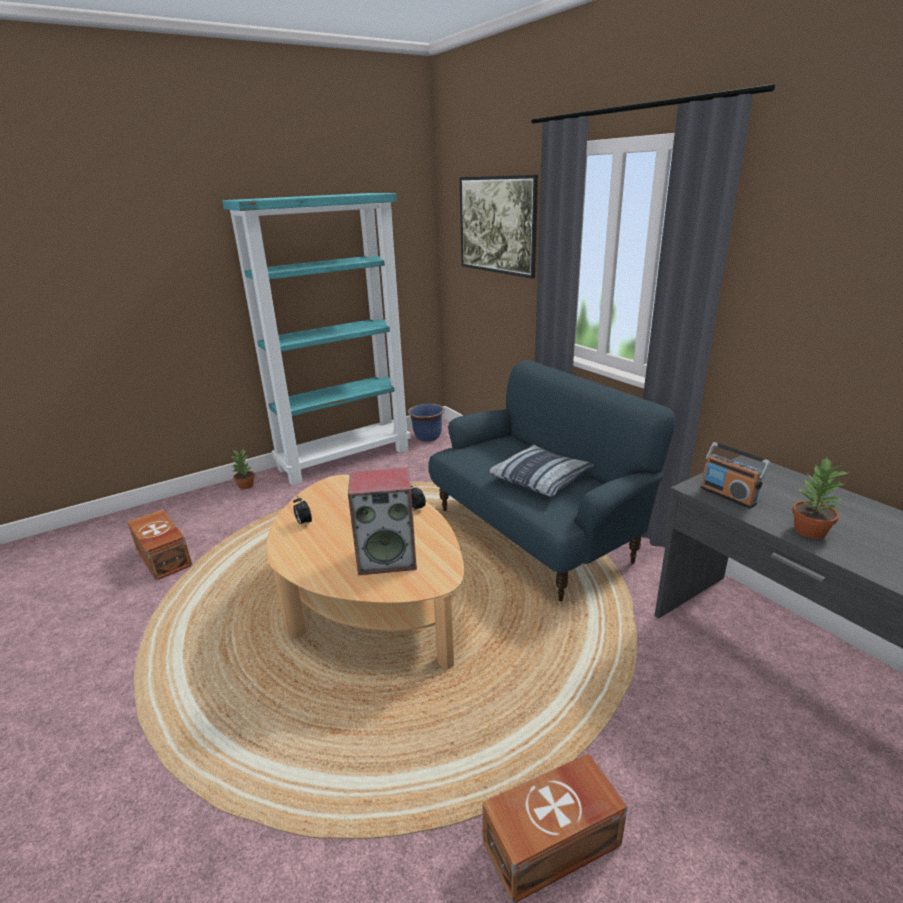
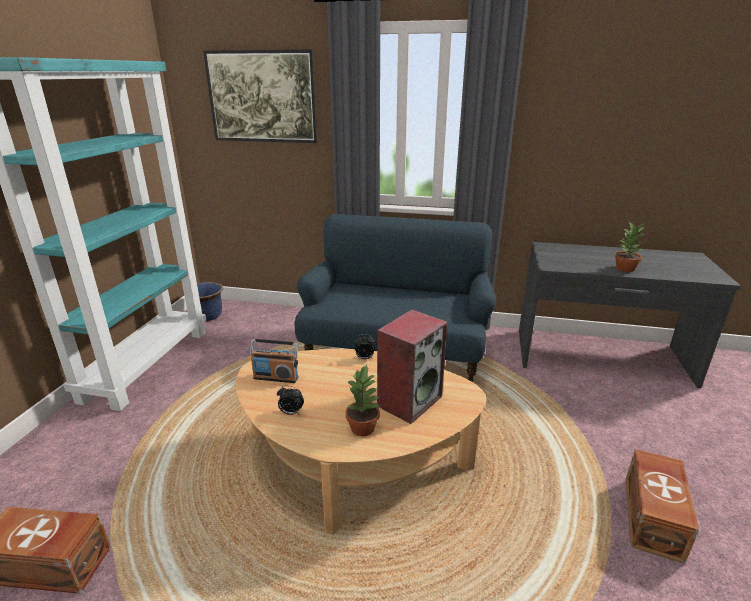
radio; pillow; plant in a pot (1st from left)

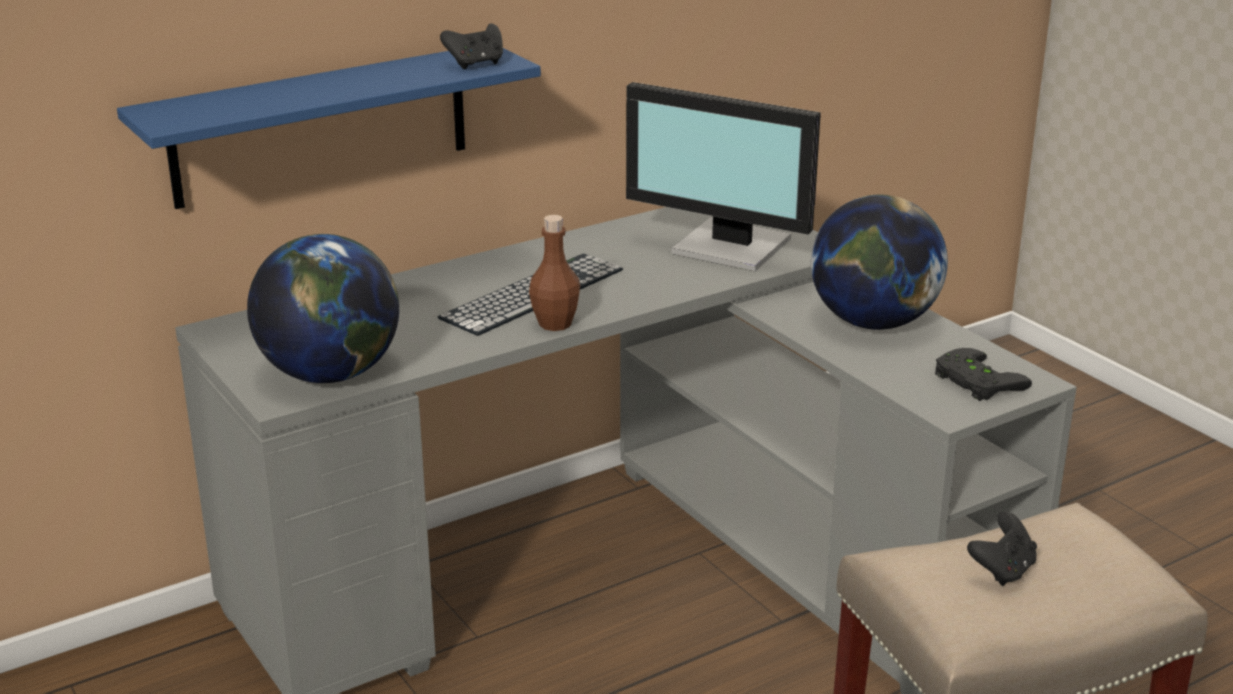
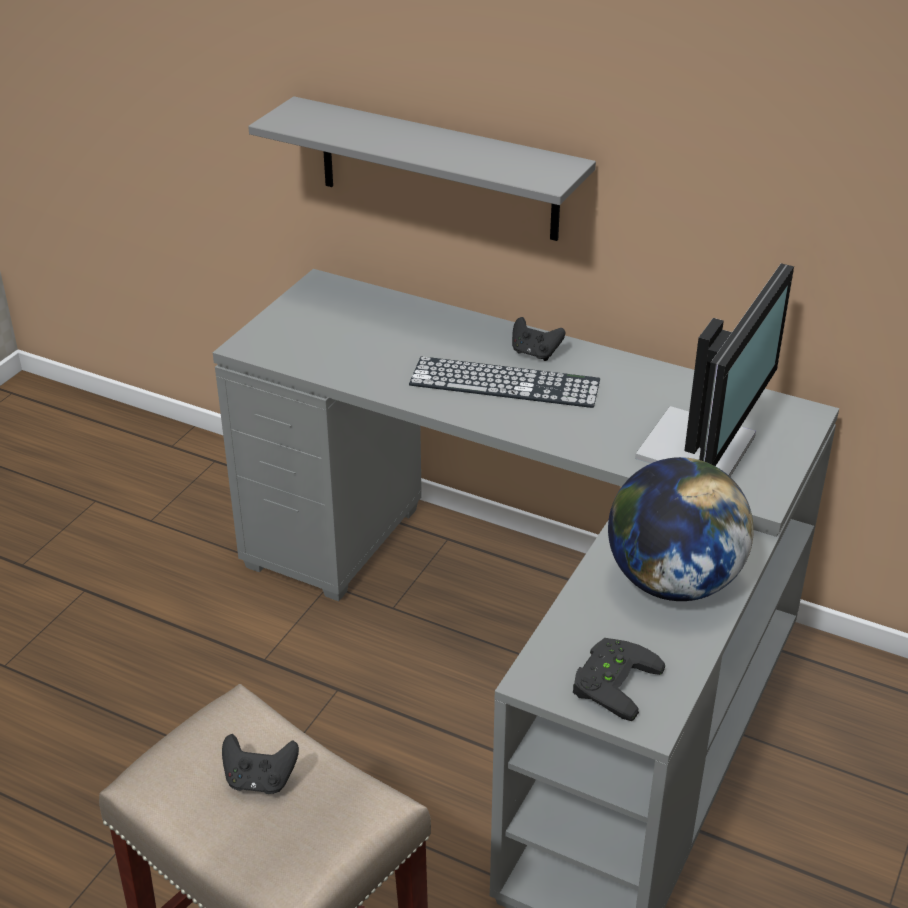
blackish gamepad (2nd from left); gray wall shelf; monitor; brownish bottle; globe (1st from left in the first image)

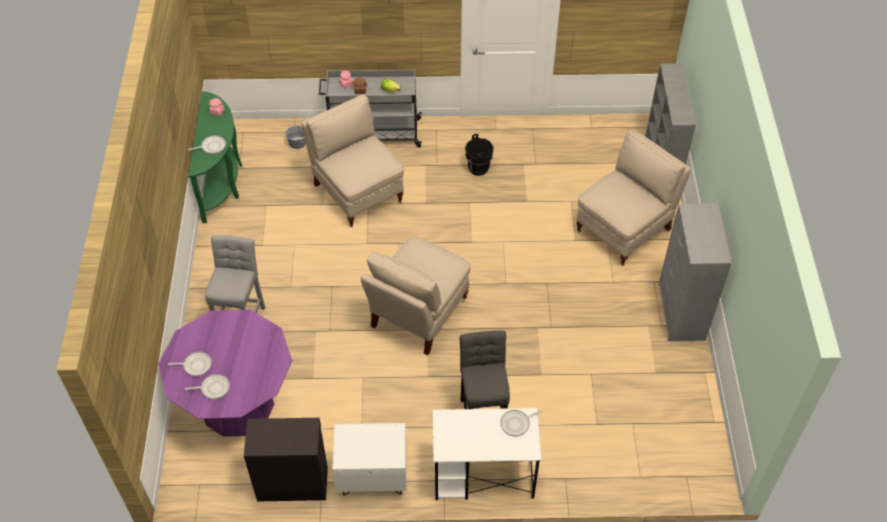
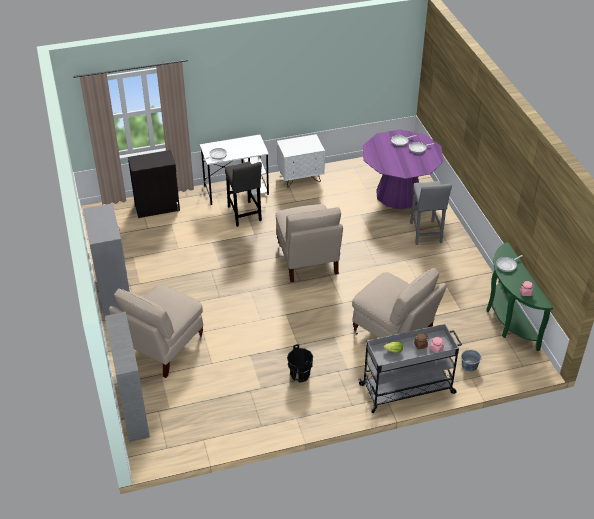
sand-coloured upright chair (2nd from left); blackish cupboard

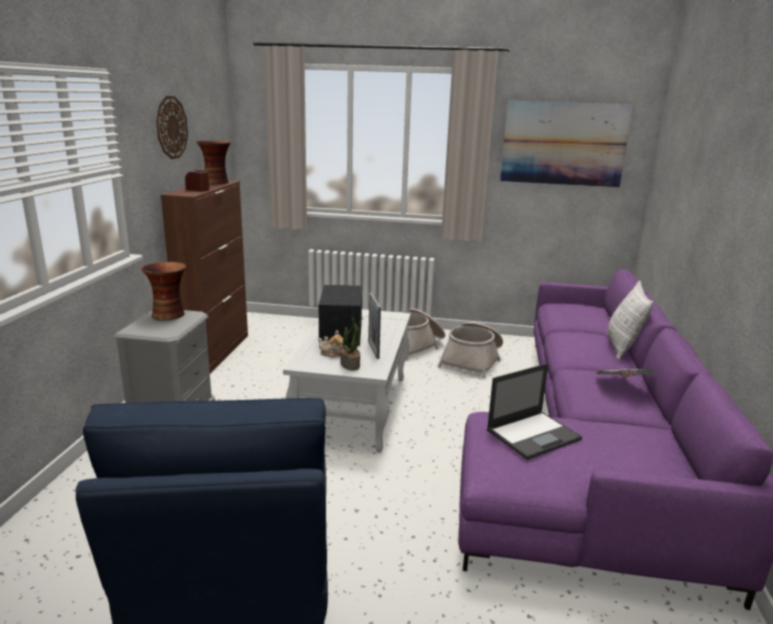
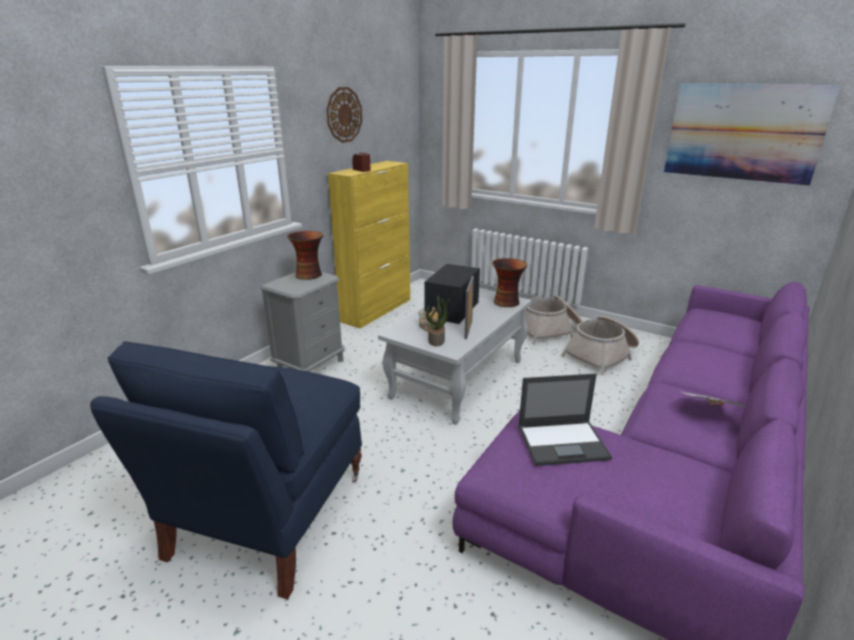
flower vase (2nd from left); yellowish cupboard; pillow

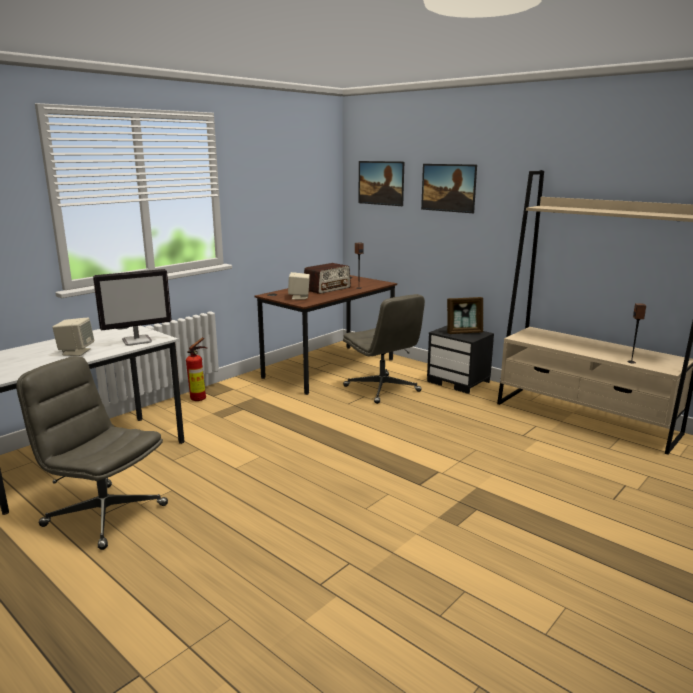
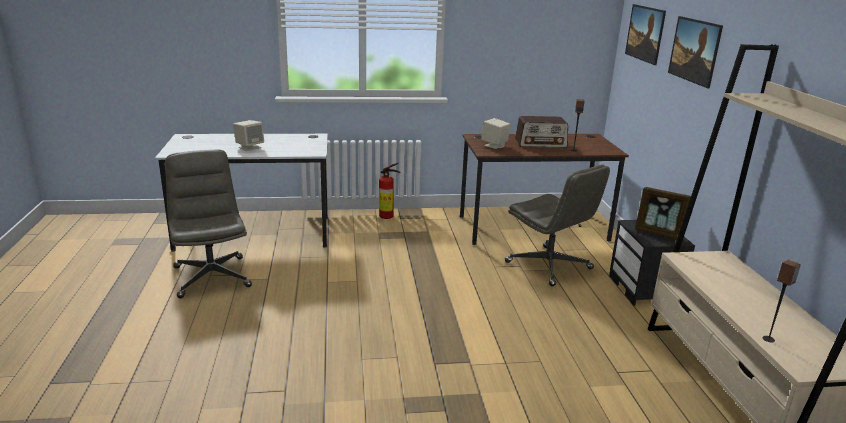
monitor; gray office chair (2nd from left)

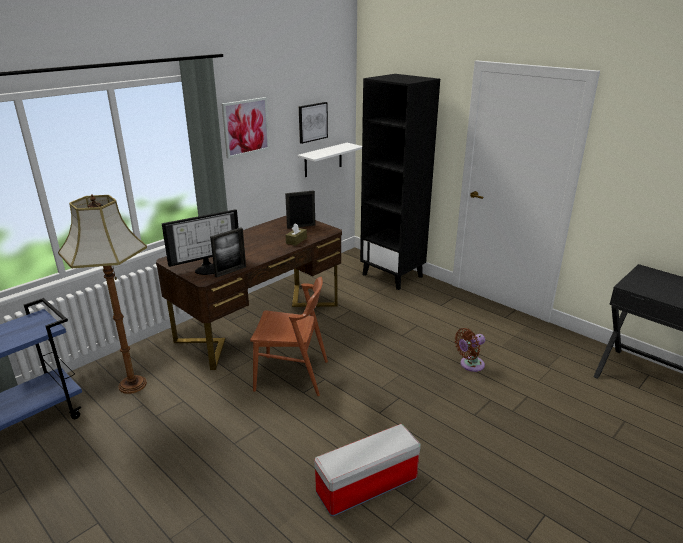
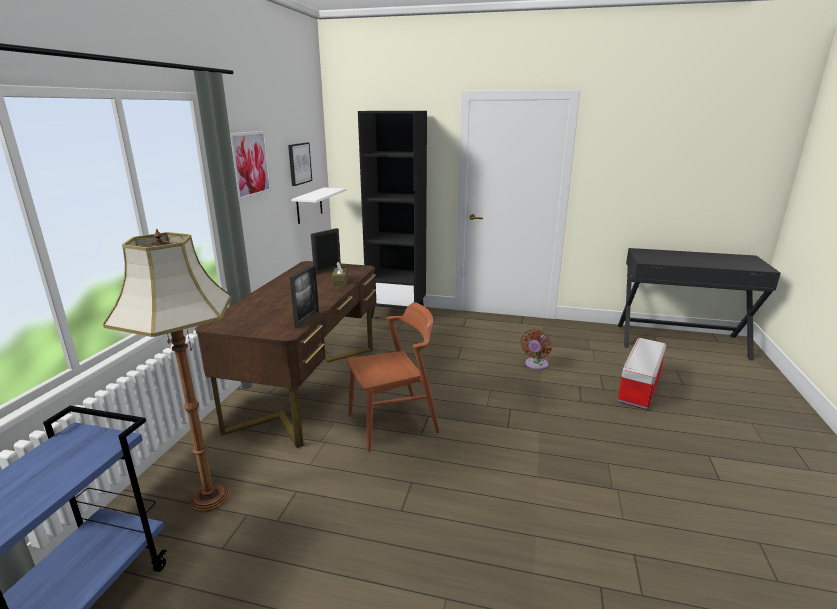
monitor; storage bin

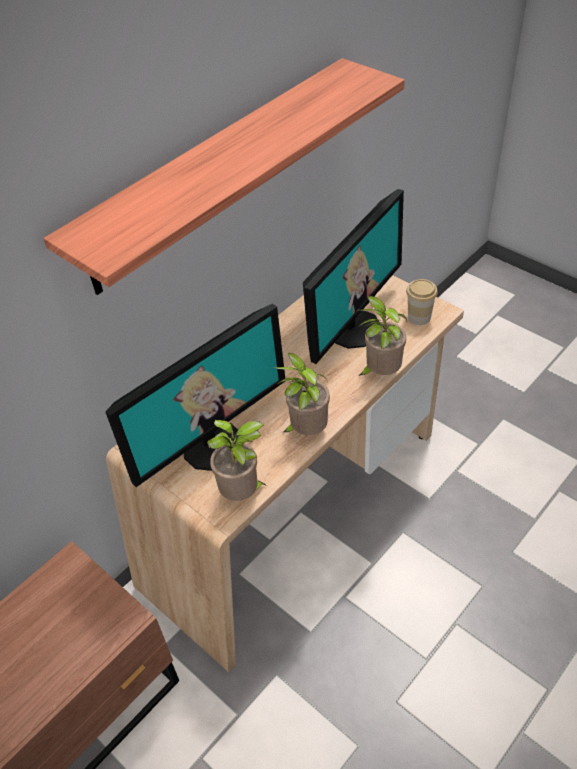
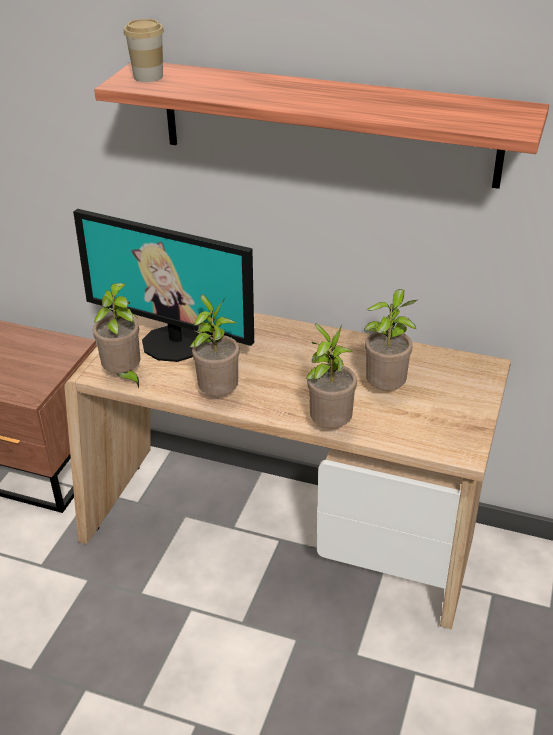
plant in a pot (4th from left); drinking cup

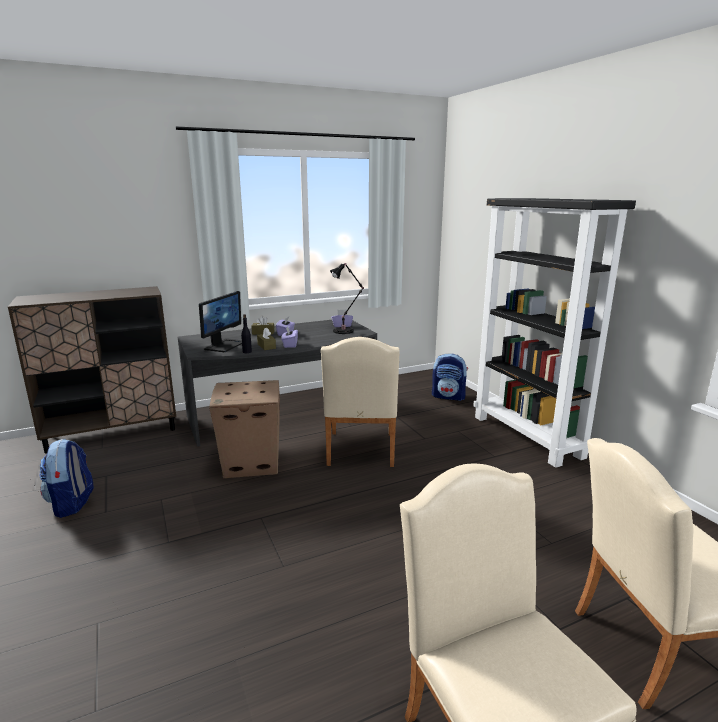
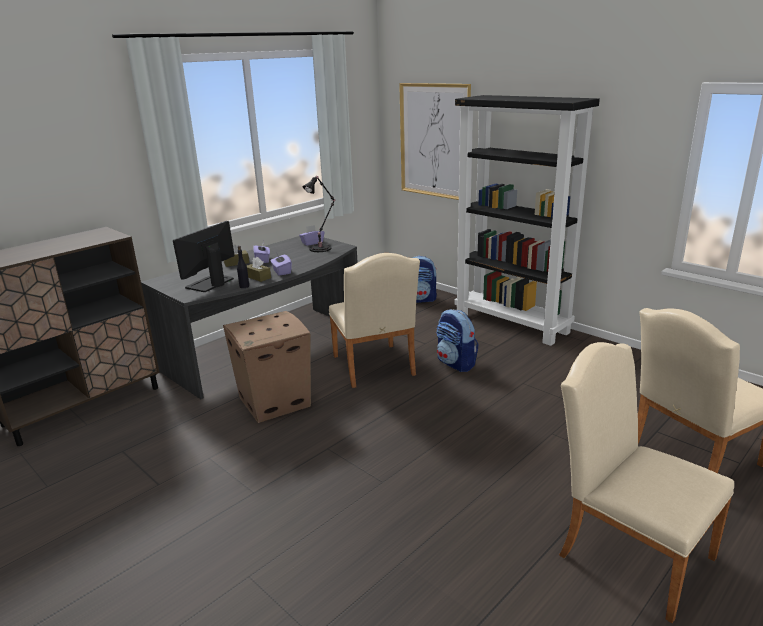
monitor; knapsack (2nd from left); picture

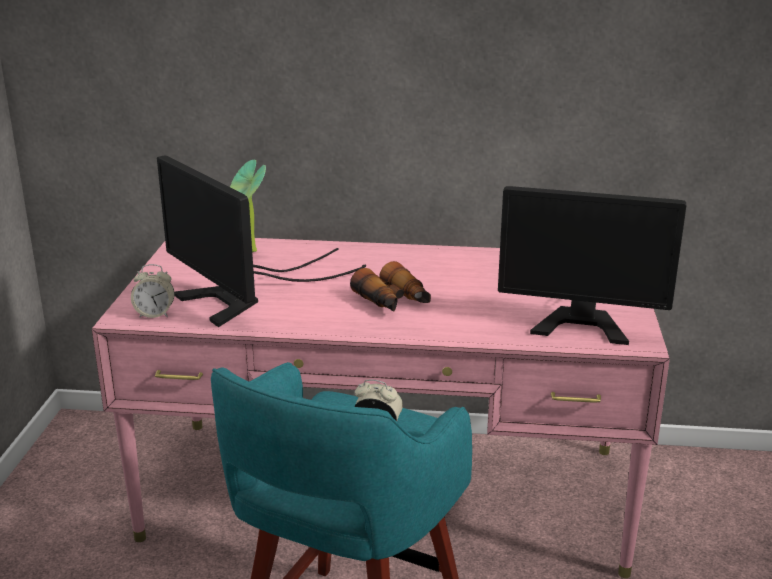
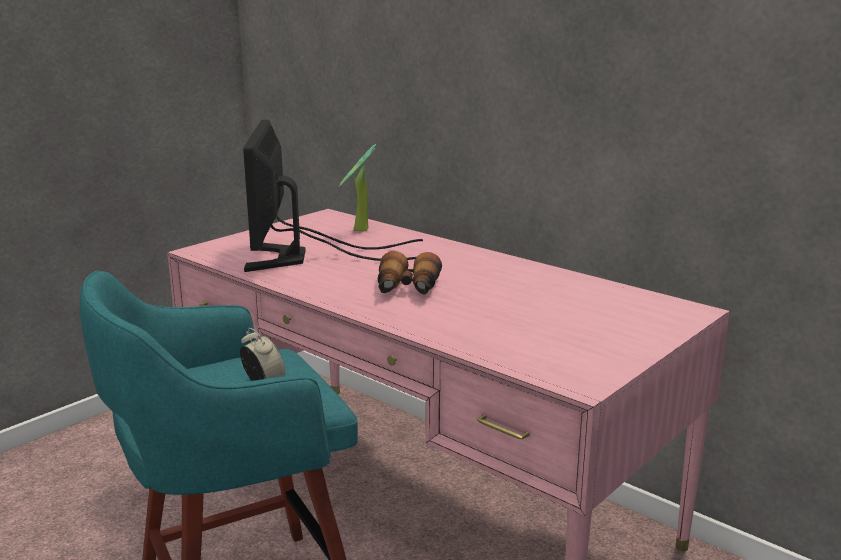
monitor (2nd from left in the first image); table clock (1st from left in the first image)

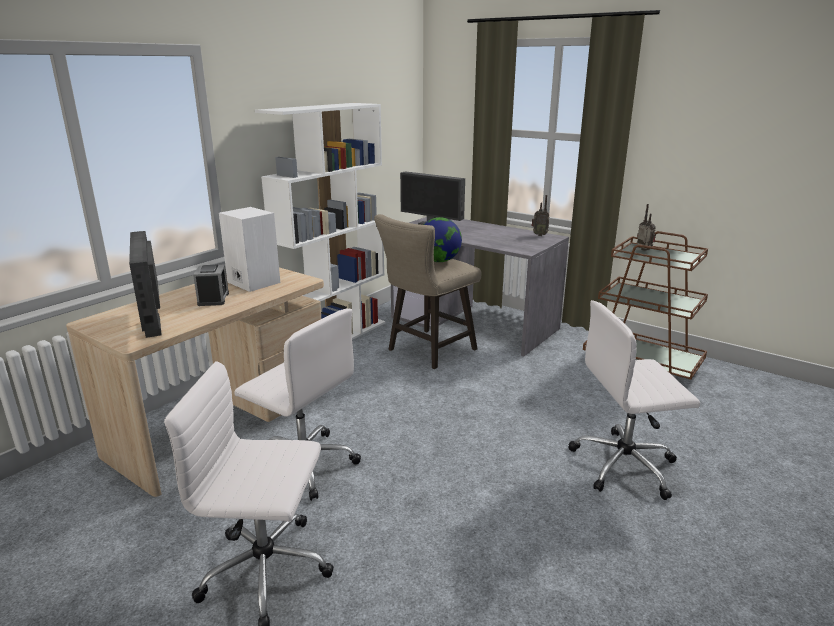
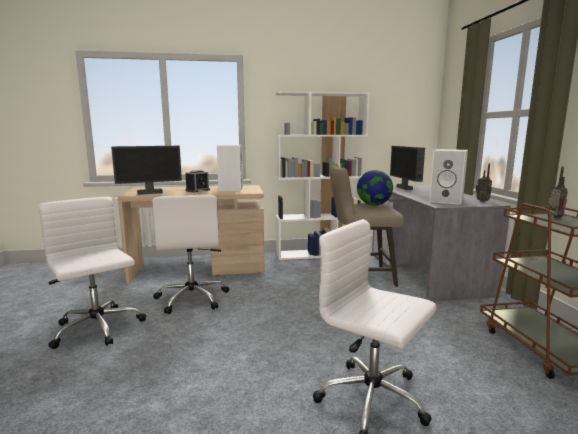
monitor (1st from left); whitish loudspeaker (2nd from left)

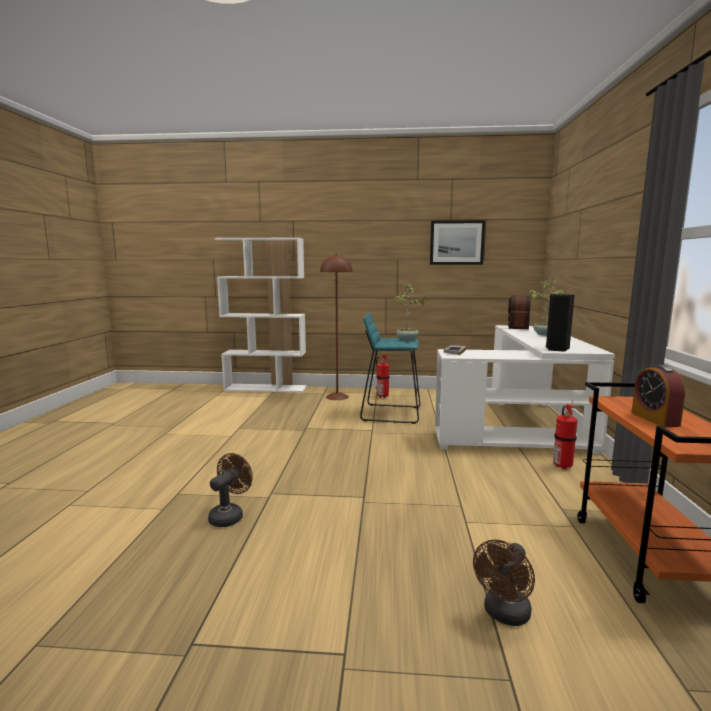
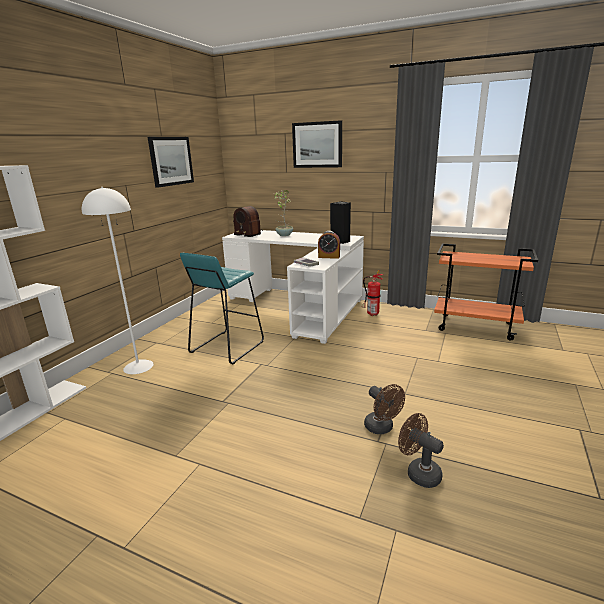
whitish standing lamp; plant in a pot (1st from left in the first image); extinguisher (1st from left in the first image); table clock; brownish electric fan (1st from left); picture (2nd from left)

